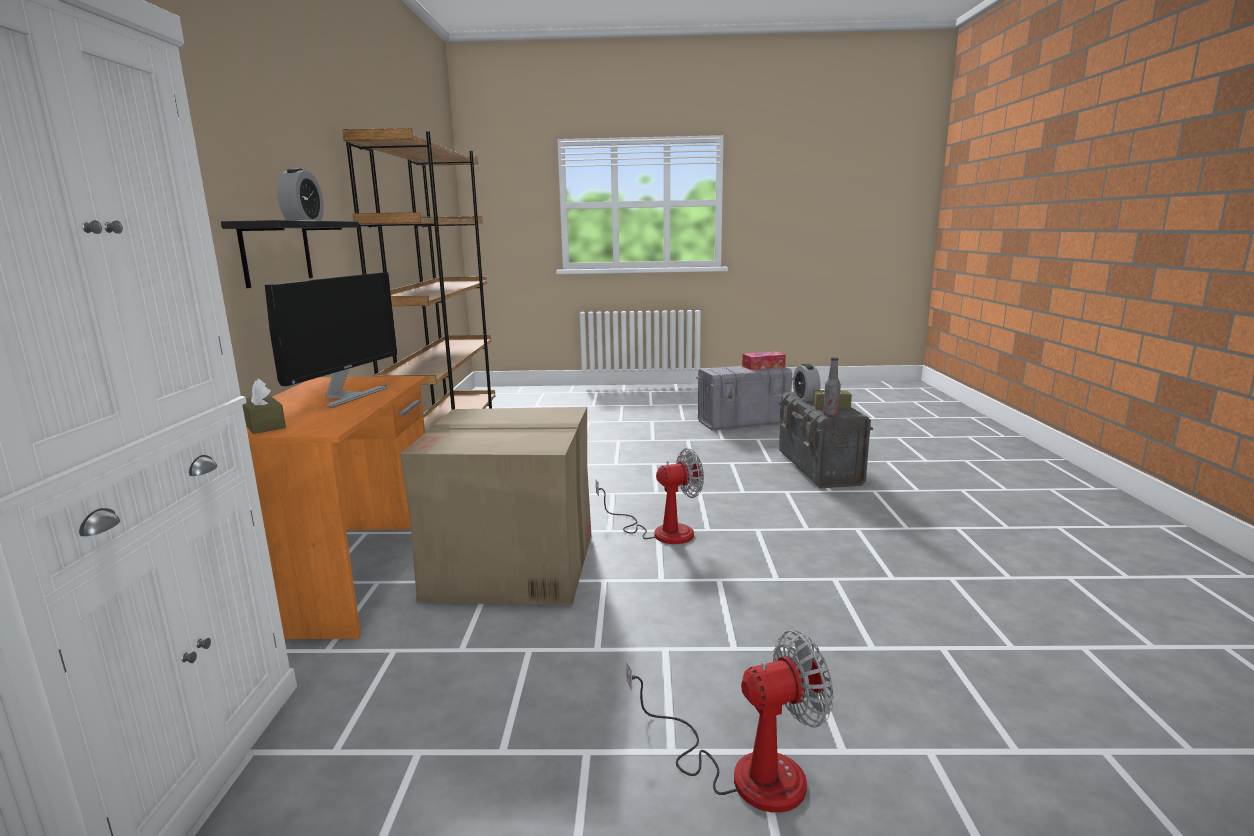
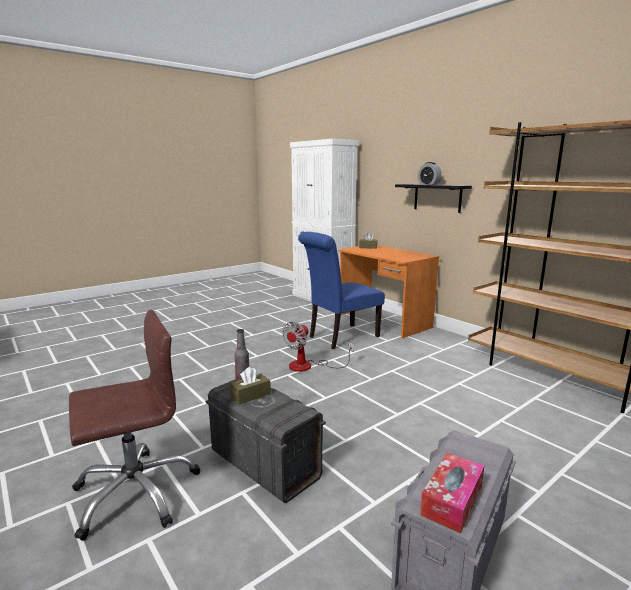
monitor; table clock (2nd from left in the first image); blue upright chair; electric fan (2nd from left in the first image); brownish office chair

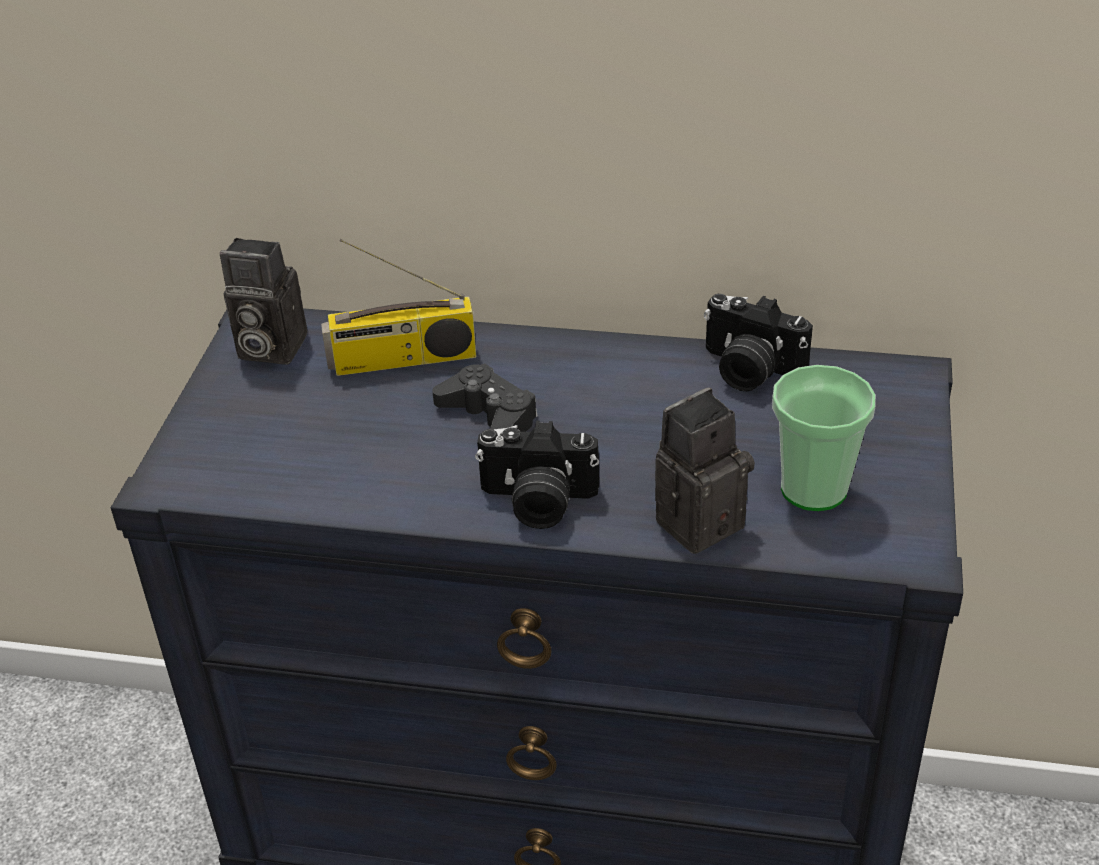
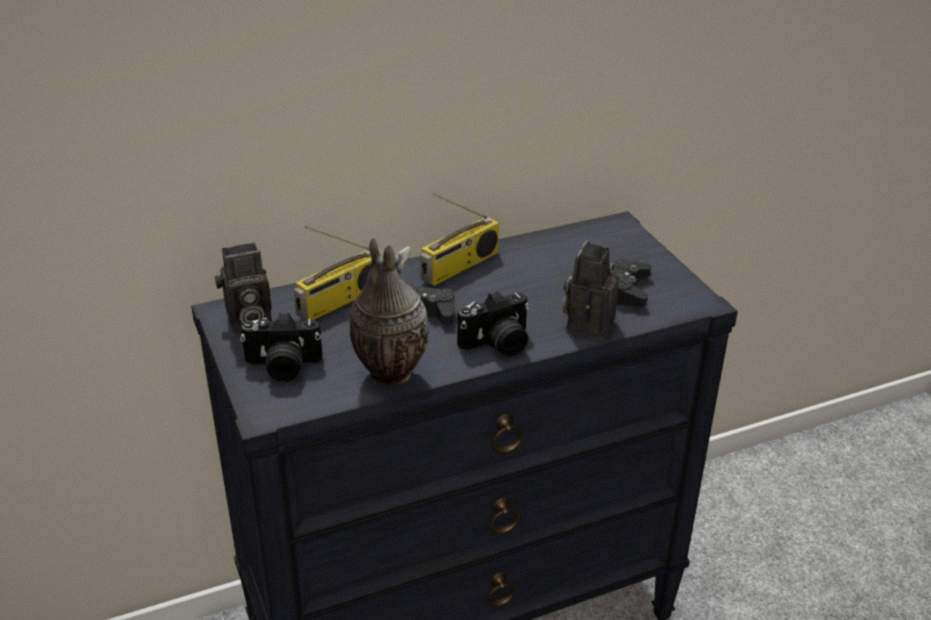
still camera (2nd from left); blackish gamepad (2nd from left); radio (2nd from left); flower vase

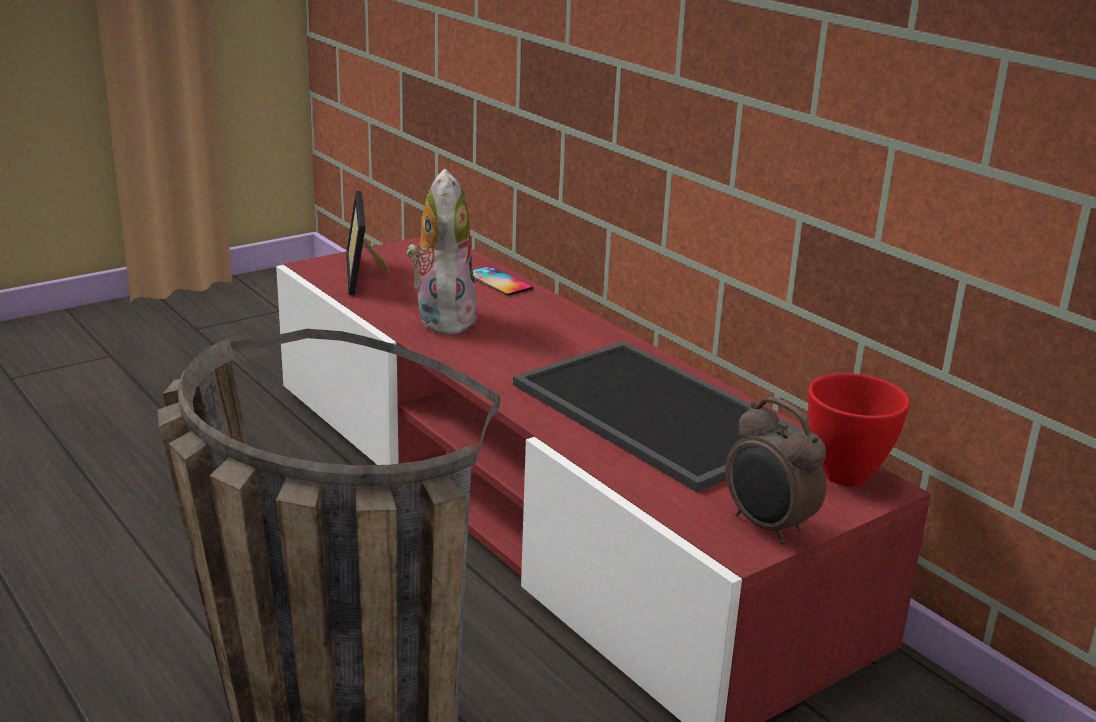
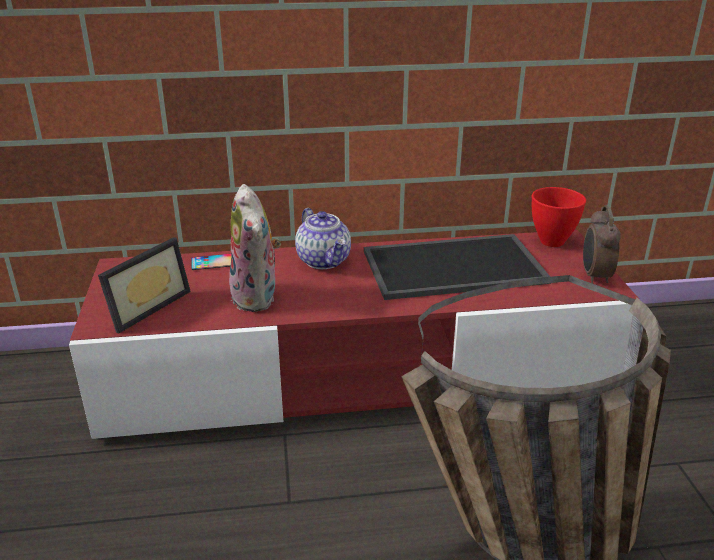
plush toy; standing frame; table clock; teapot

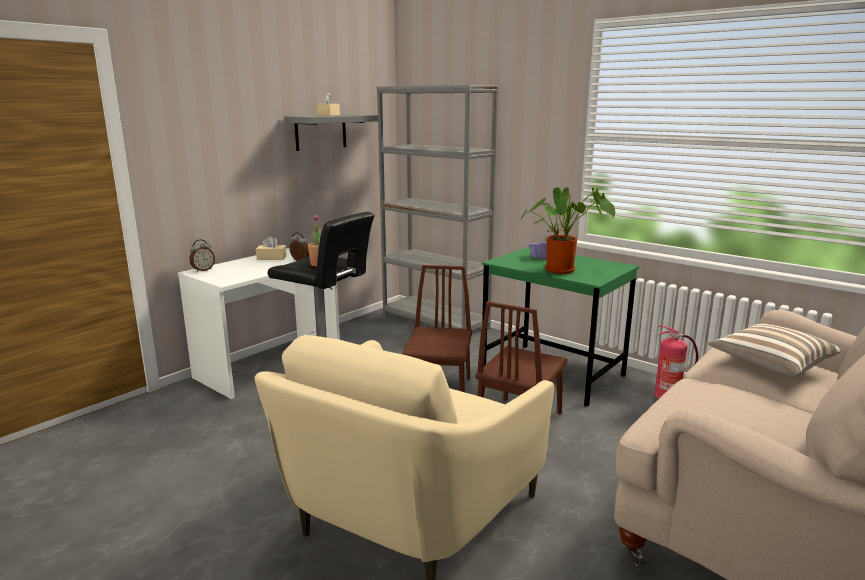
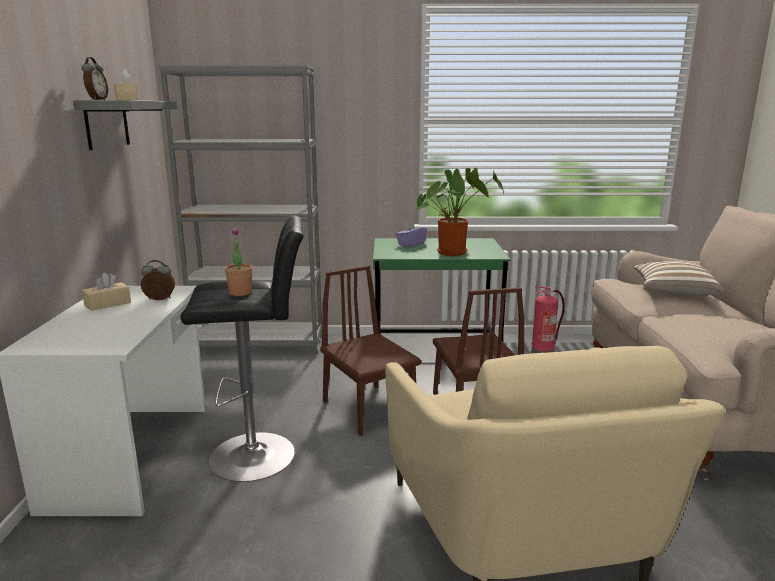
table clock (1st from left)

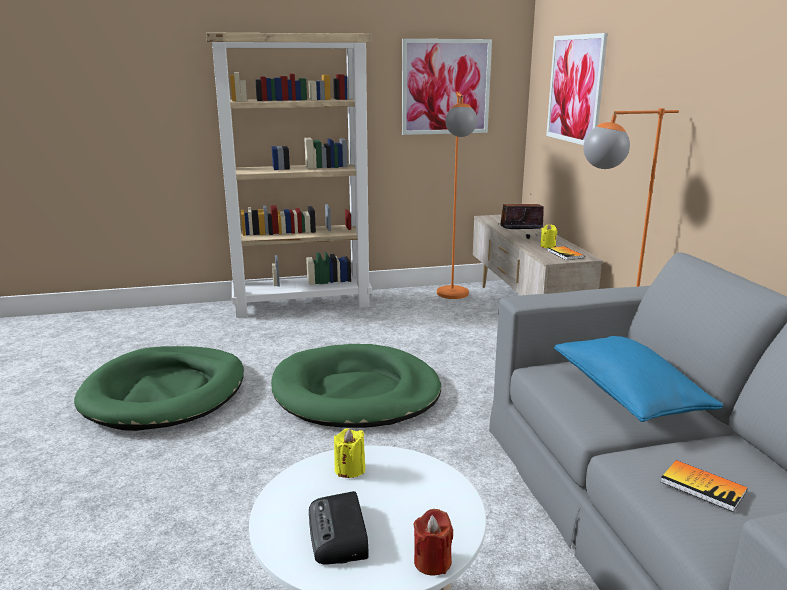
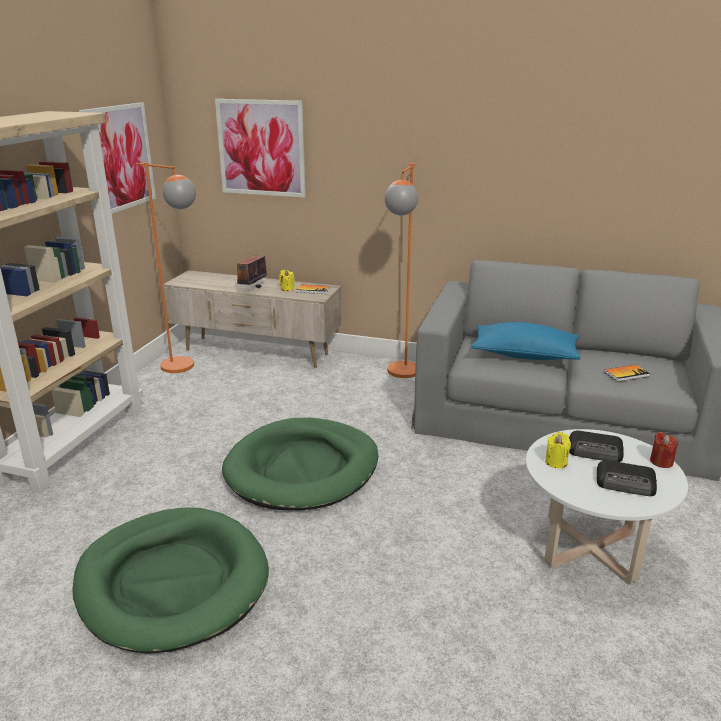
radio (2nd from left)

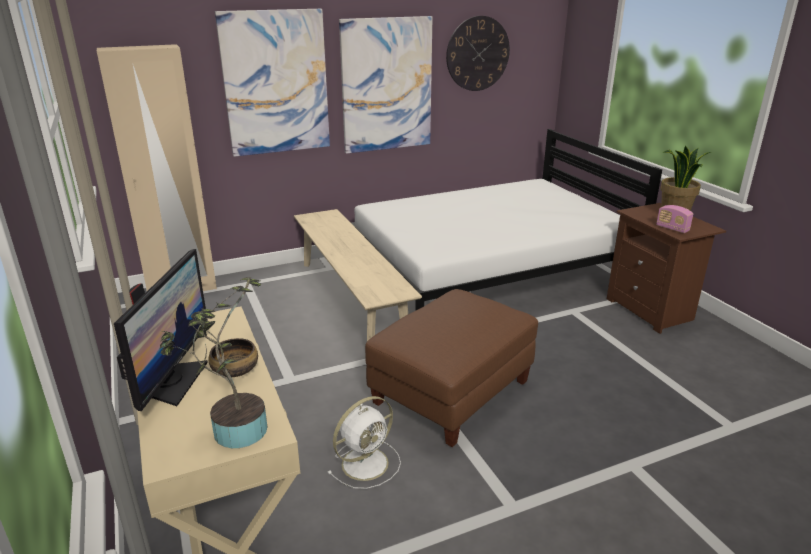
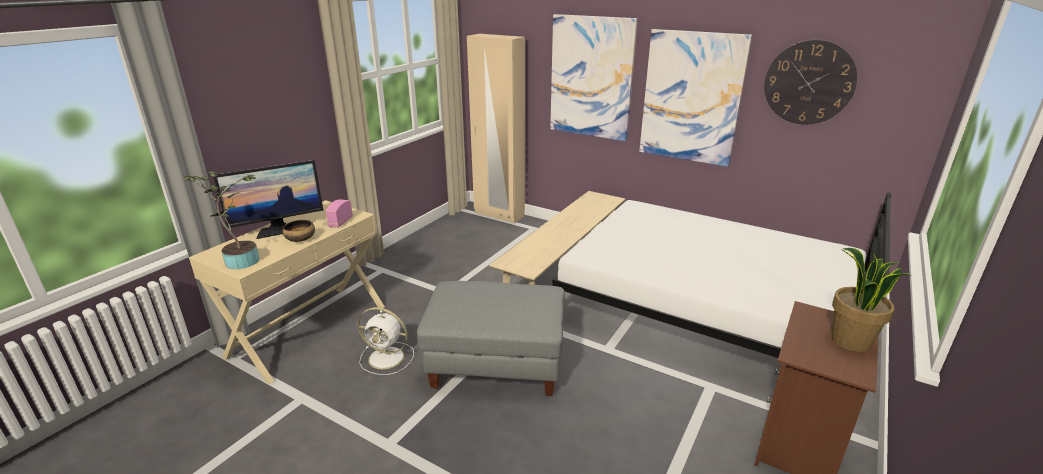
radio; gray pouffe

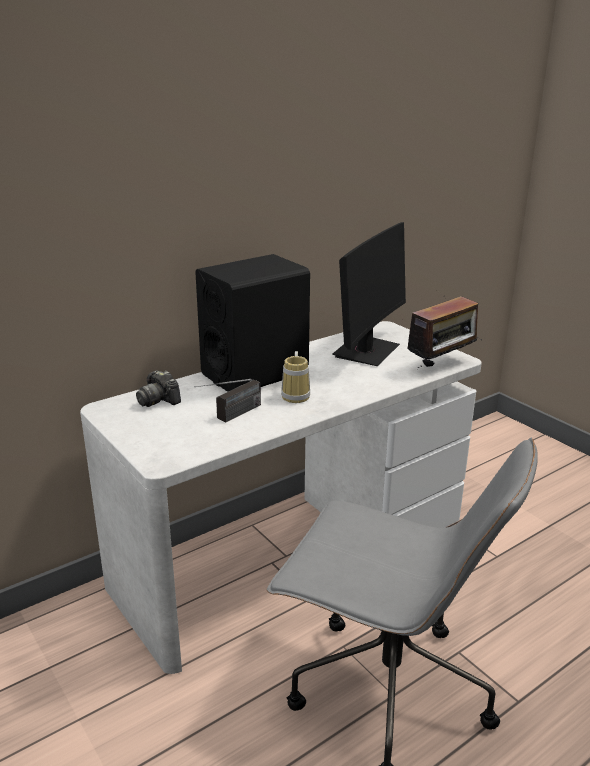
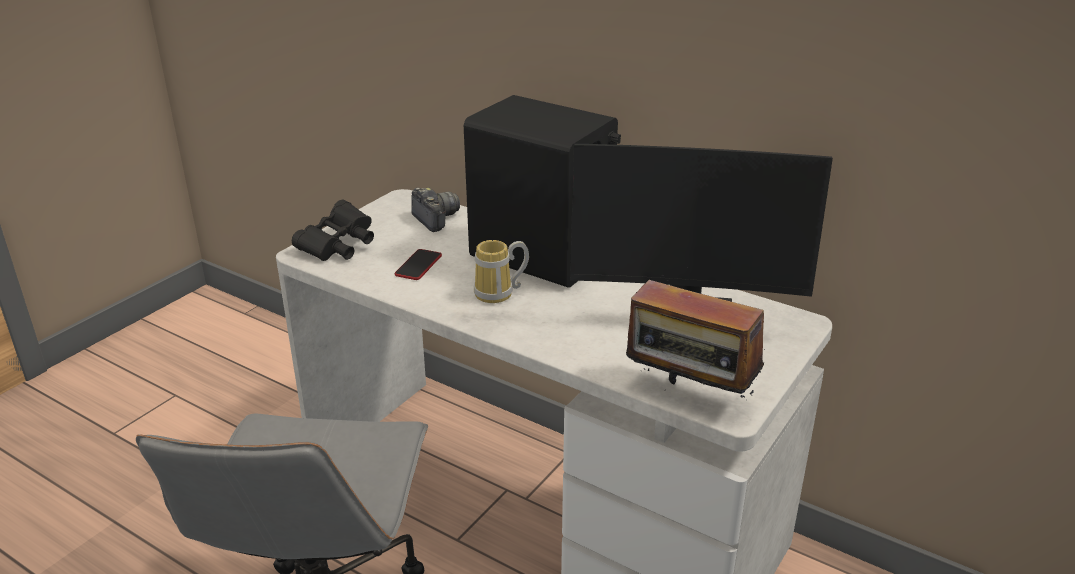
still camera; phone; blackish field glasses

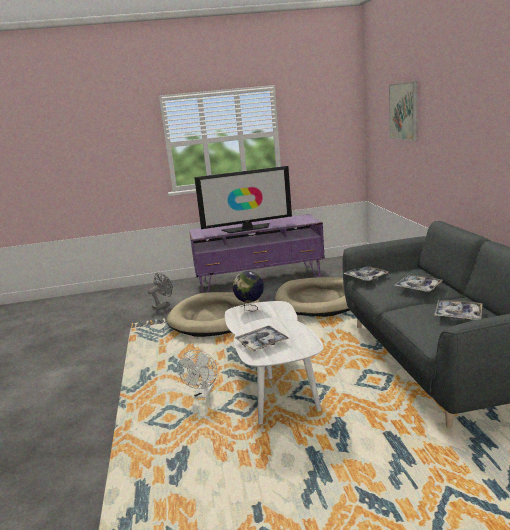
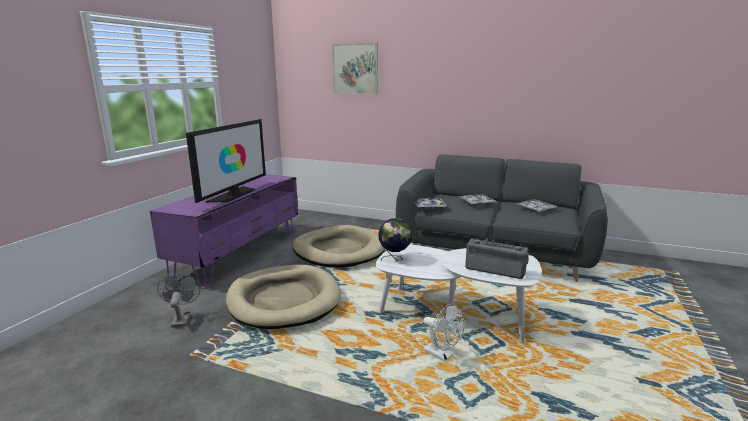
radio

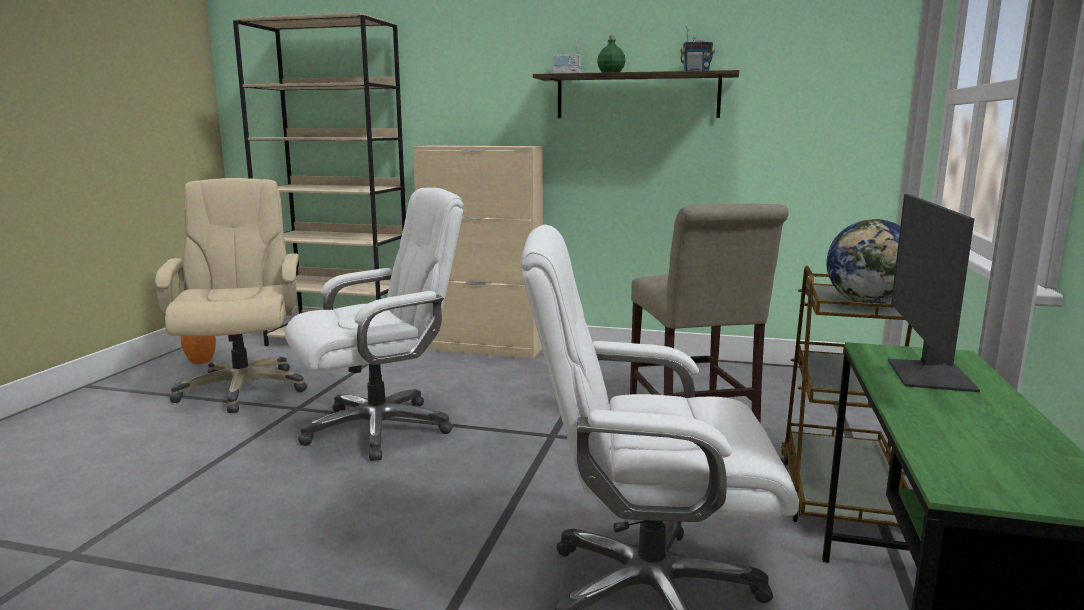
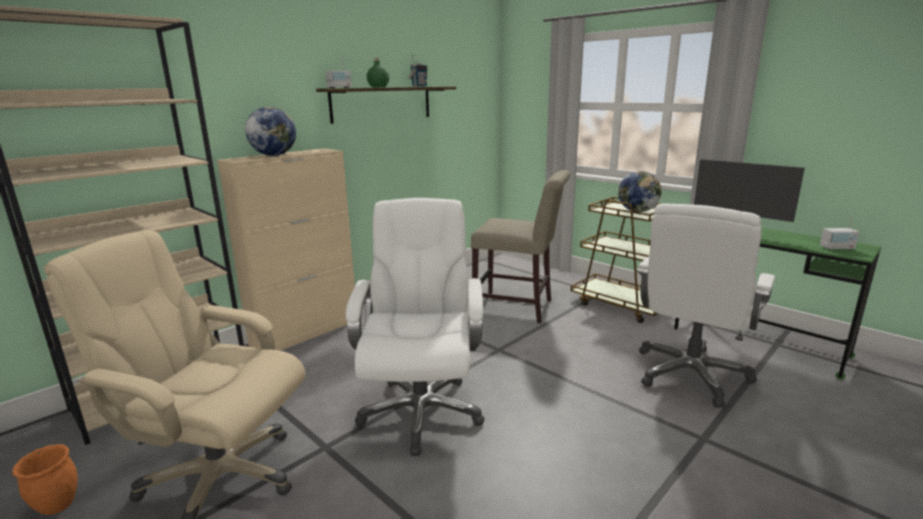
globe (1st from left); radio (3rd from left)

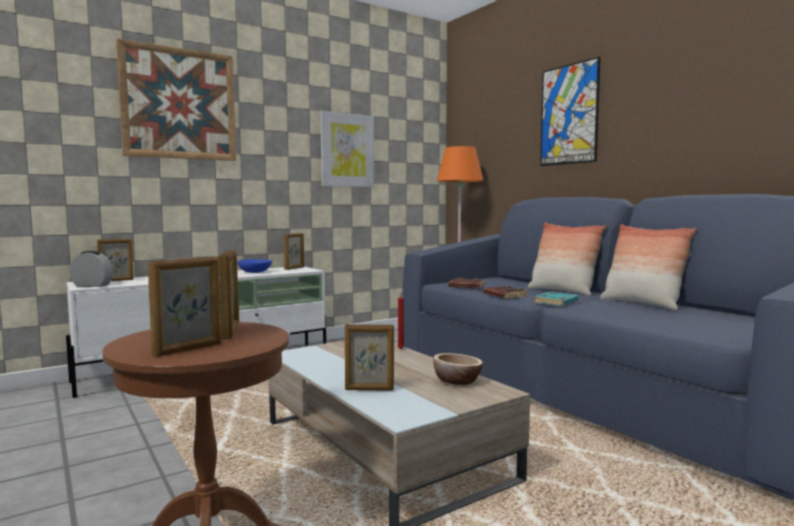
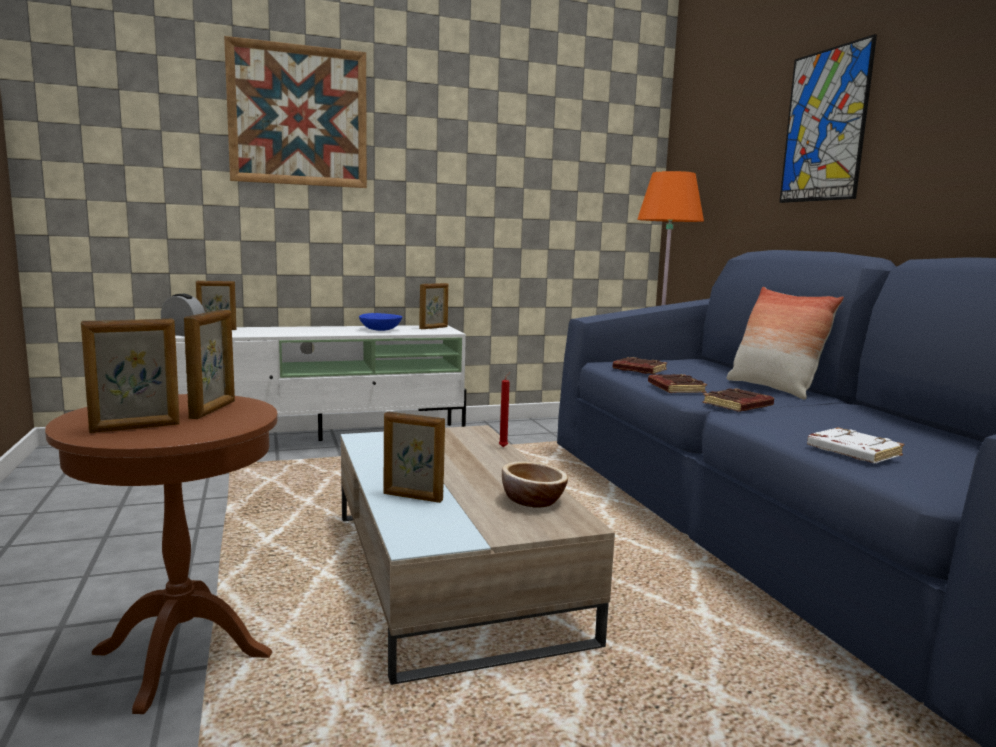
picture (2nd from left in the first image); pillow (2nd from left in the first image); brownish book (3rd from left); whitish book

